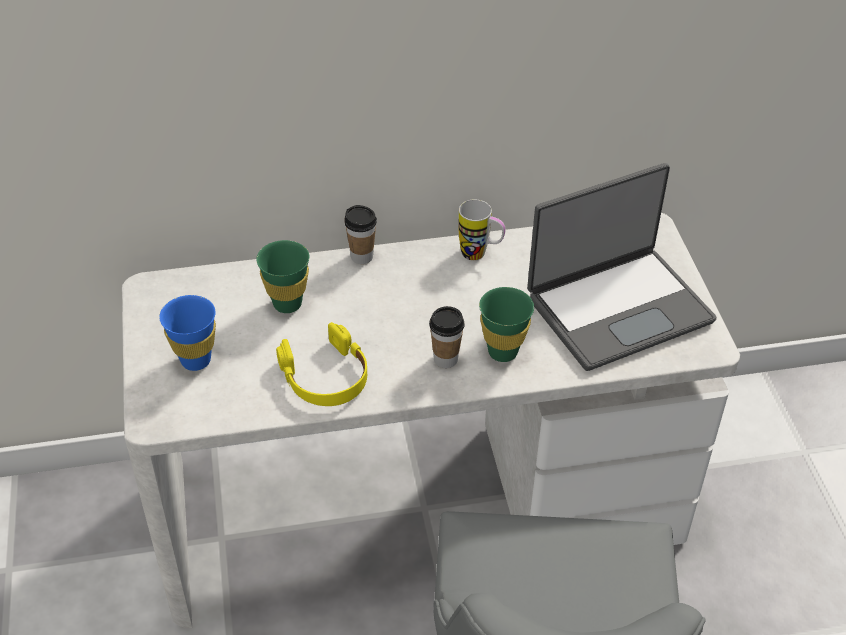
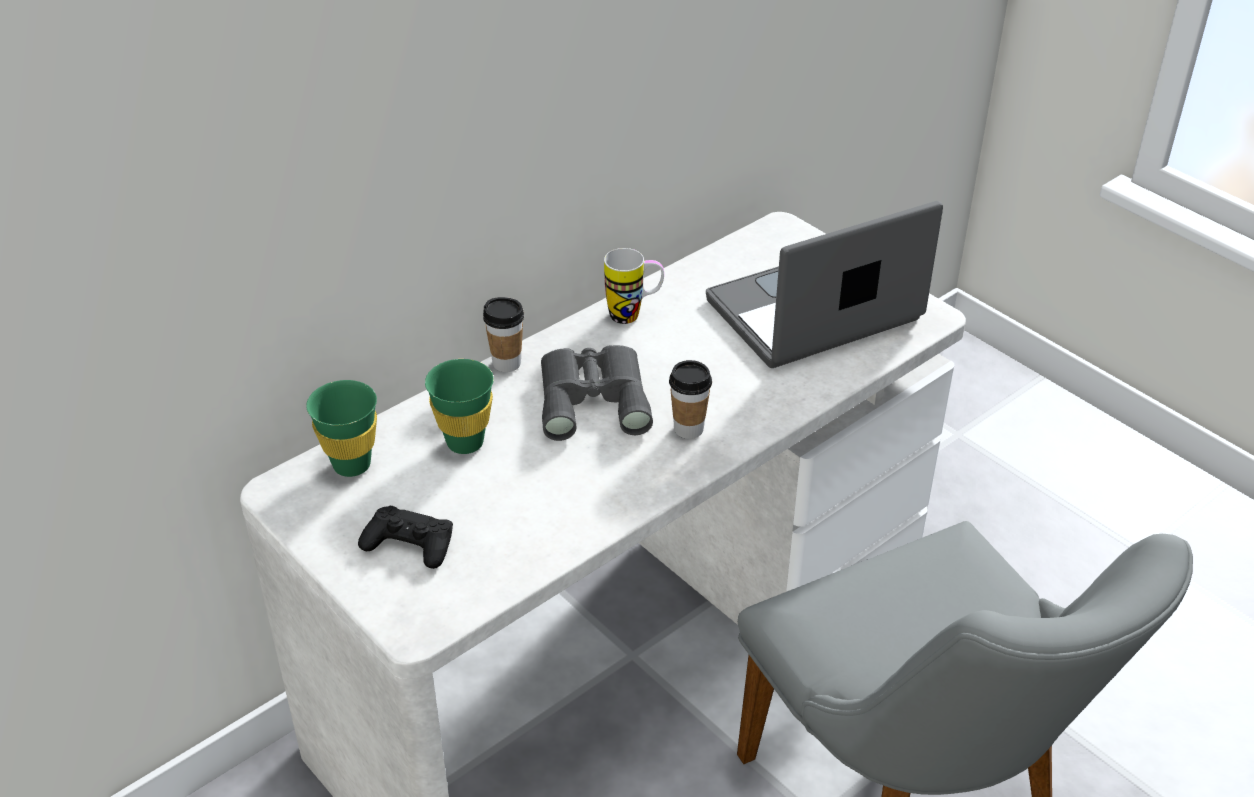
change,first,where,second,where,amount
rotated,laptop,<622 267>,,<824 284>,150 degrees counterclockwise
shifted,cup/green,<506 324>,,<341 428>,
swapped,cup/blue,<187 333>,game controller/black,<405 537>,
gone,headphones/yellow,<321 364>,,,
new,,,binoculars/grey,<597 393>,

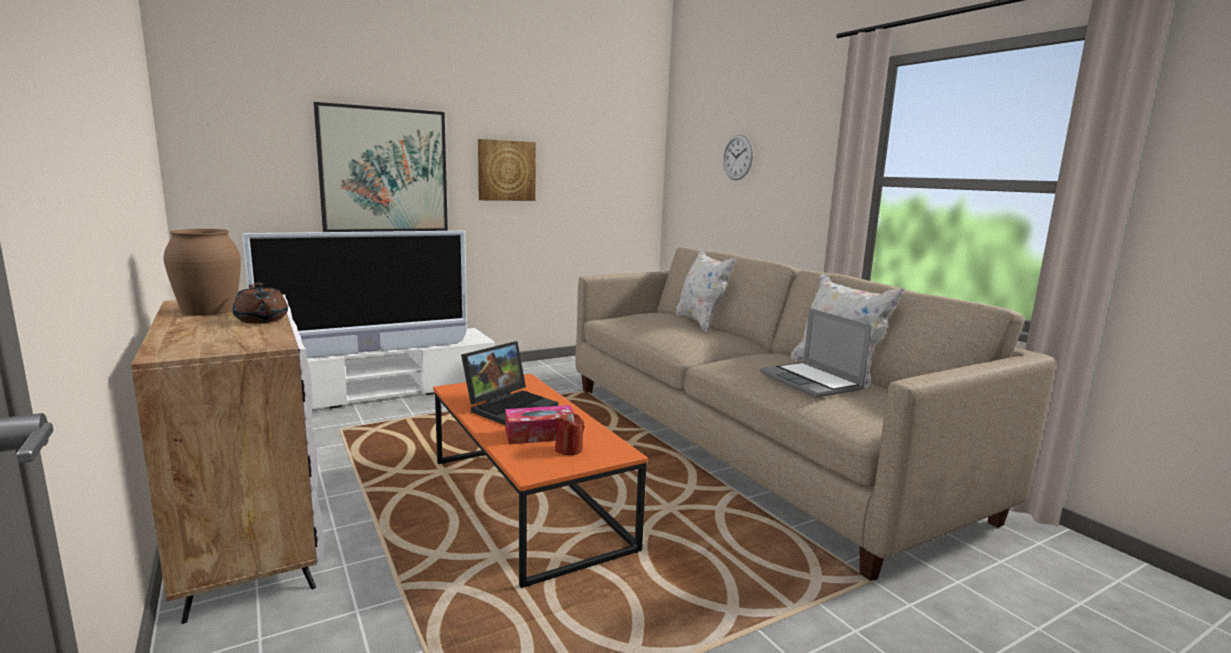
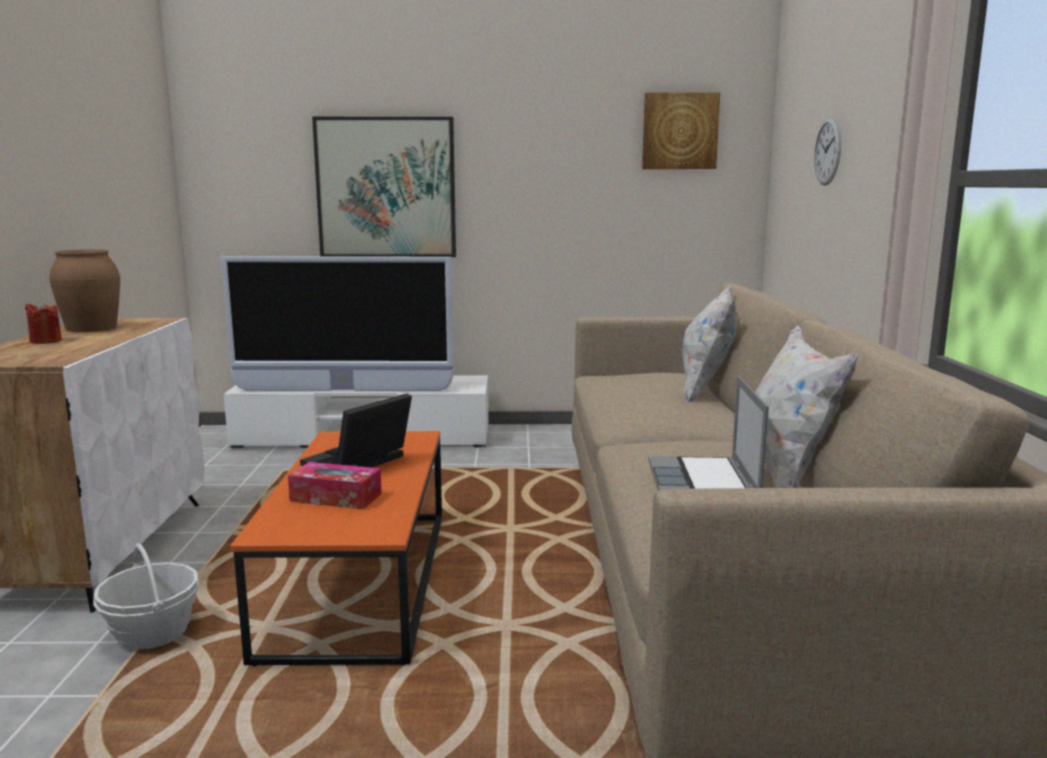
change,first,where,second,where,amount
shifted,picture,<507 170>,,<681 130>,
gone,teapot/brown,<260 303>,,,
rotated,laptop,<509 383>,,<356 431>,150 degrees clockwise
shifted,candle/red,<570 434>,,<43 322>,
new,,,basket,<146 597>,

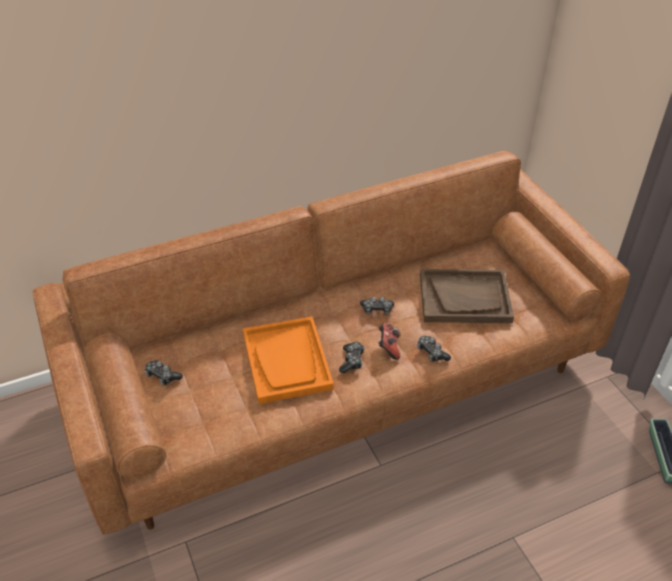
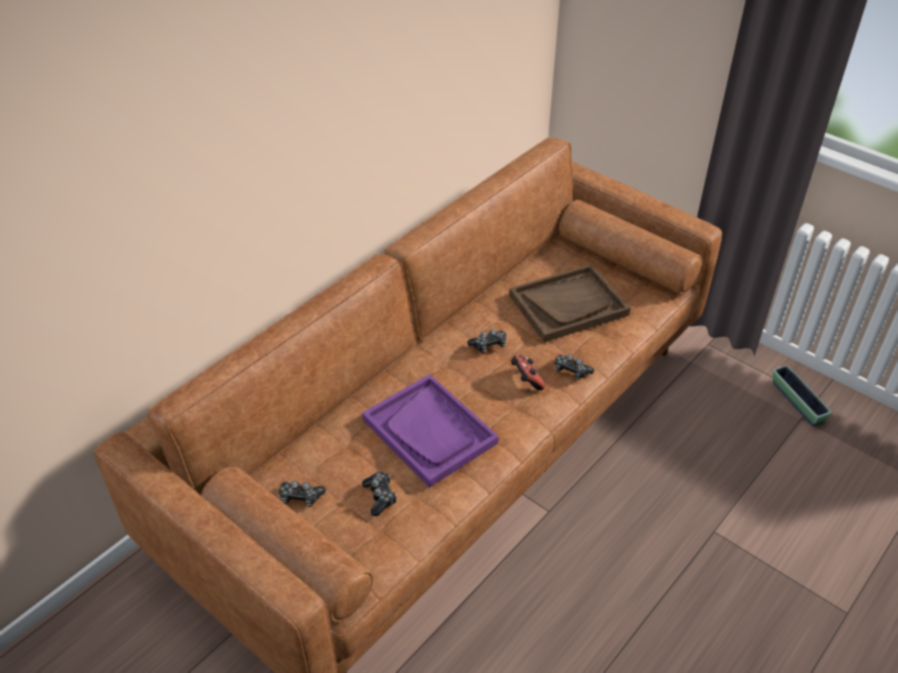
change,first,where,second,where,amount
repainted,tray/orange,<288 360>,tray/purple,<430 431>,
shifted,game controller,<352 357>,,<379 494>,

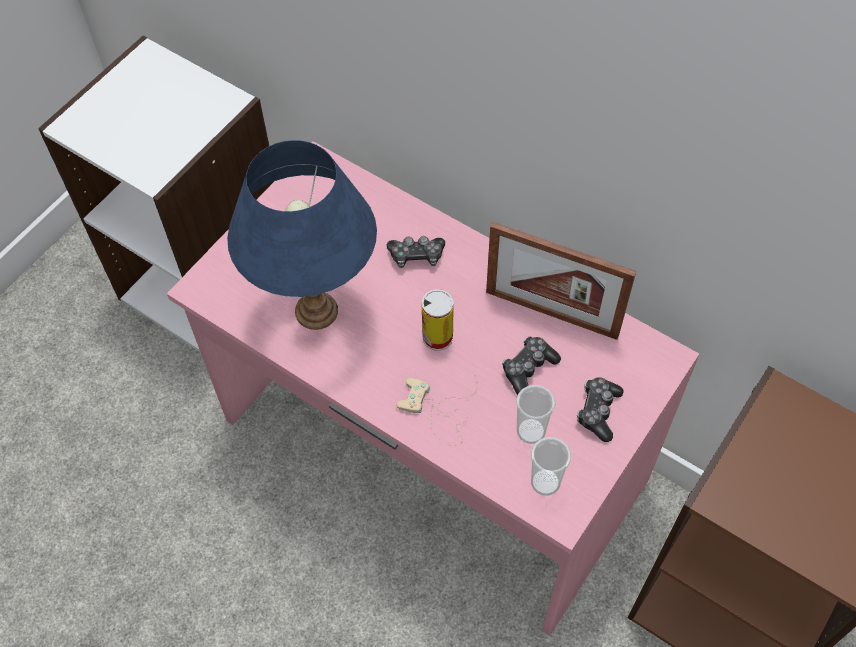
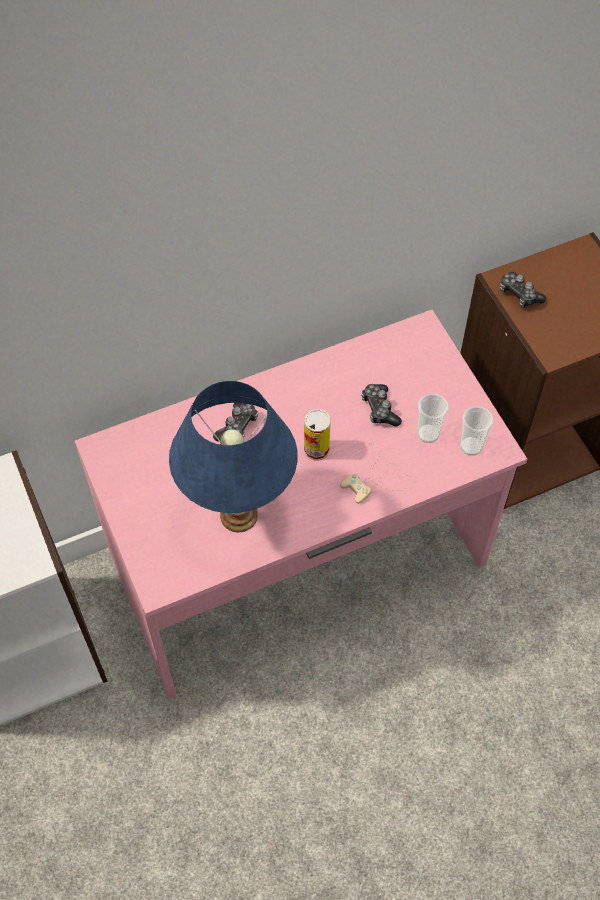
change,first,where,second,where,amount
gone,picture frame,<561 281>,,,
shifted,game controller,<600 409>,,<523 290>,

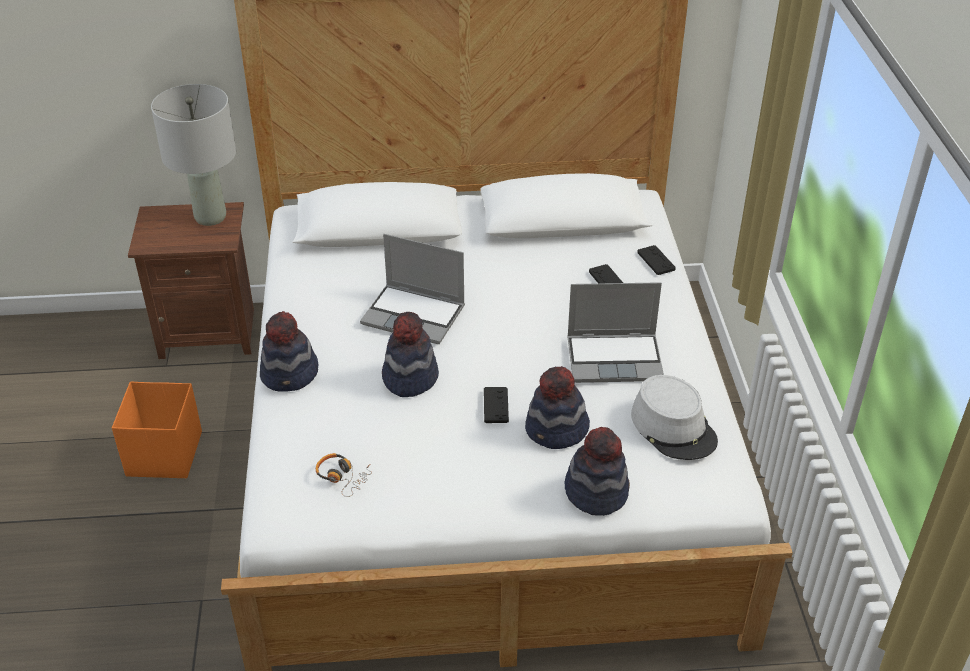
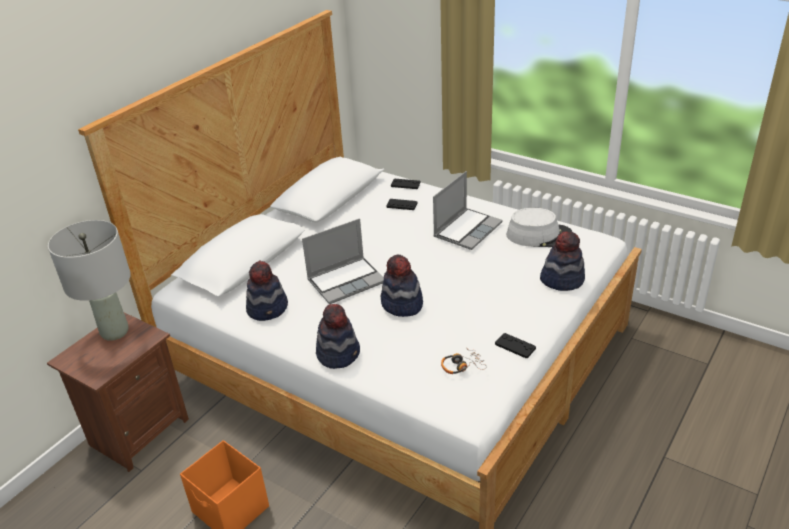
change,first,where,second,where,amount
shifted,hat,<557 407>,,<267 291>,
shifted,game controller/black,<496 405>,,<515 345>,

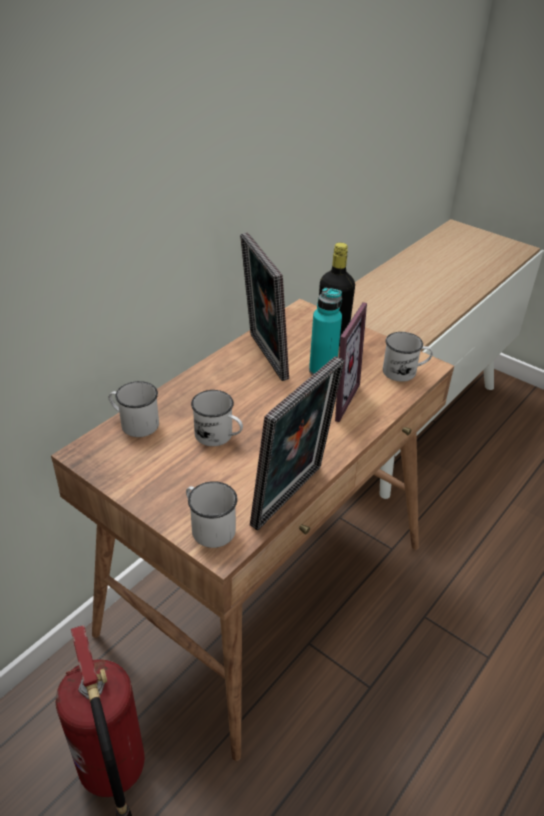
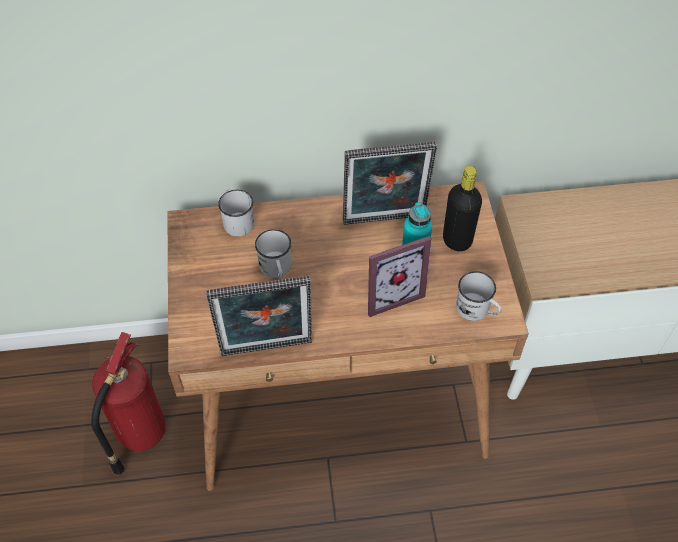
change,first,where,second,where,amount
rotated,picture frame,<264 306>,,<390 183>,120 degrees counterclockwise
gone,mug/white,<211 514>,,,

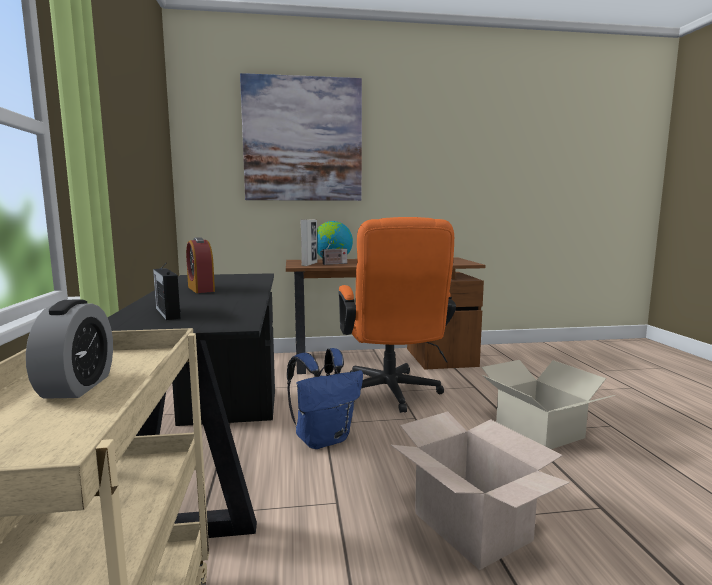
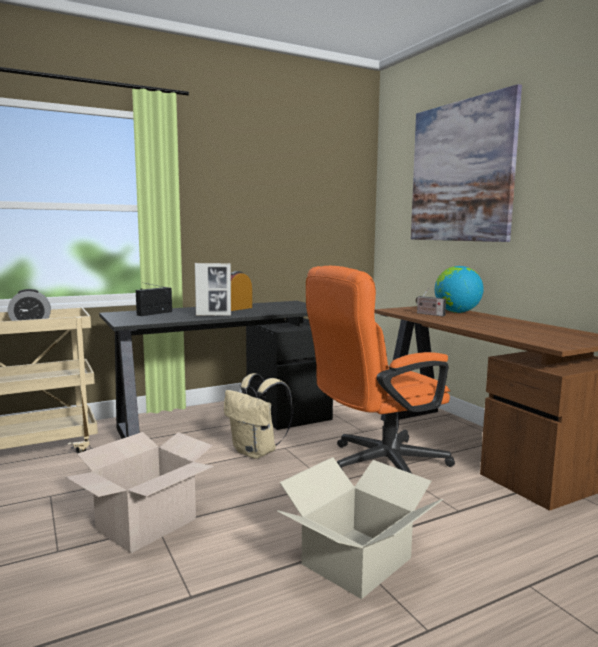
change,first,where,second,where,amount
shifted,picture frame,<308 242>,,<213 289>,
repainted,backpack/blue,<325 398>,backpack/beige,<258 416>,

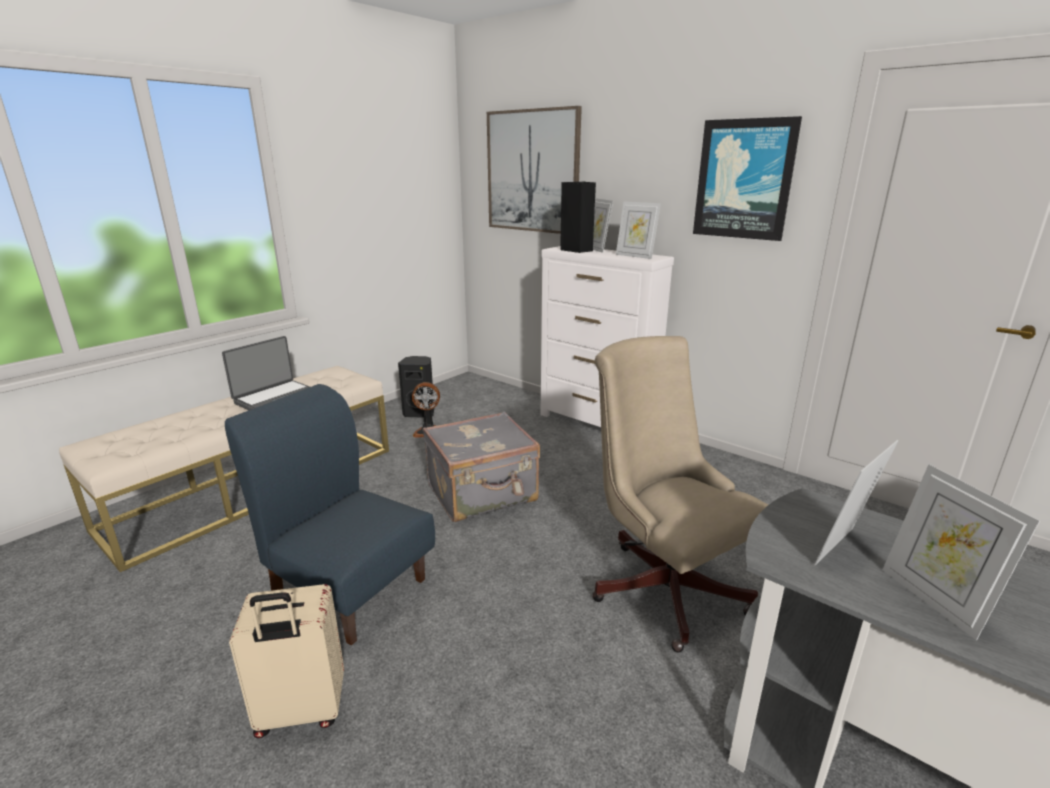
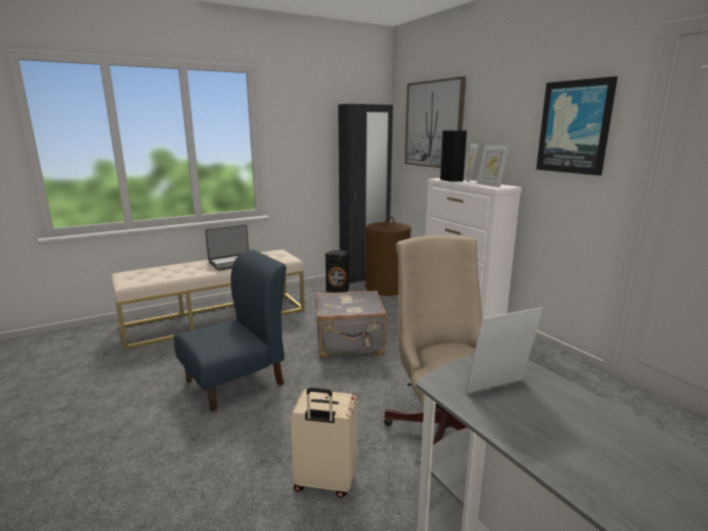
change,first,where,second,where,amount
rotated,chair/blue,<330 515>,,<230 331>,90 degrees clockwise
gone,picture frame,<961 552>,,,
shifted,suitcase/beige,<286 661>,,<323 442>,
new,,,wardrobe/black,<365 194>,
new,,,laundry basket/brown,<388 256>,

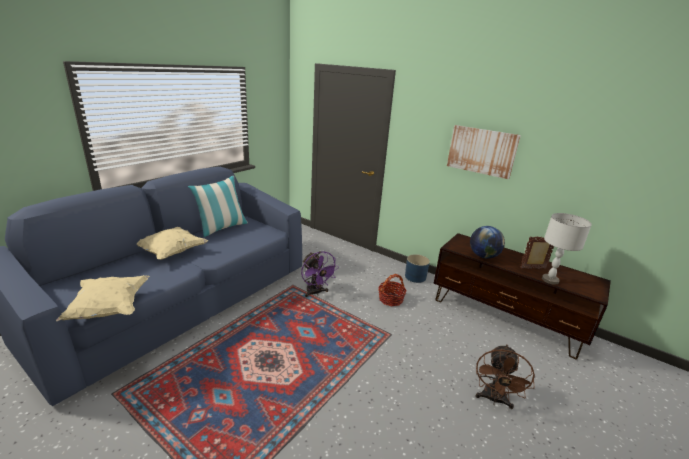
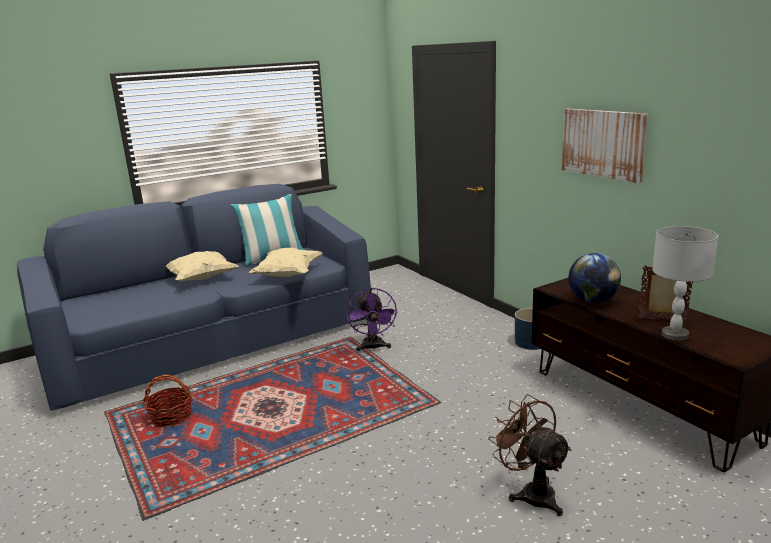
change,first,where,second,where,amount
shifted,basket,<392 290>,,<167 401>,
shifted,pillow/beige,<102 298>,,<285 262>,
rotated,fan/brown,<505 376>,,<530 455>,105 degrees clockwise

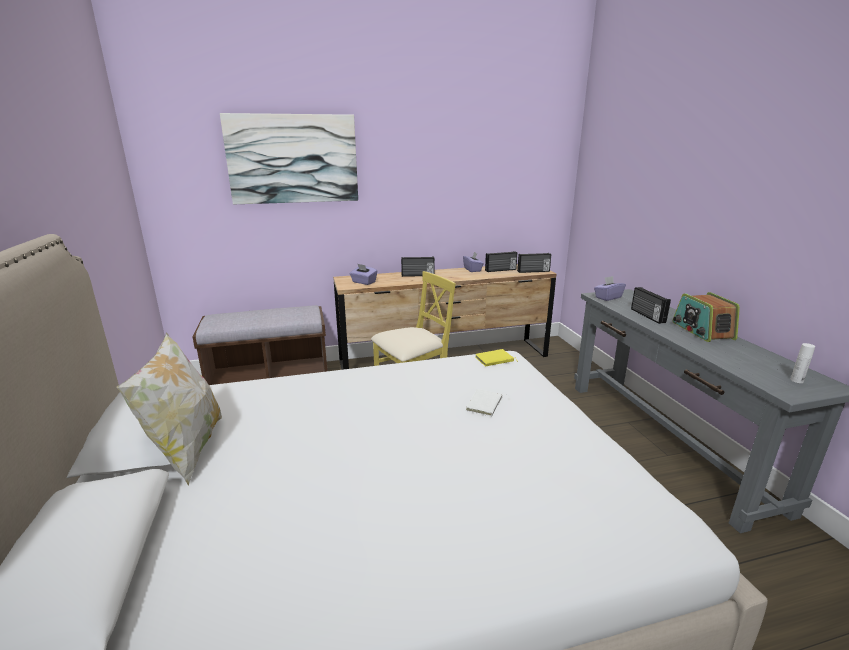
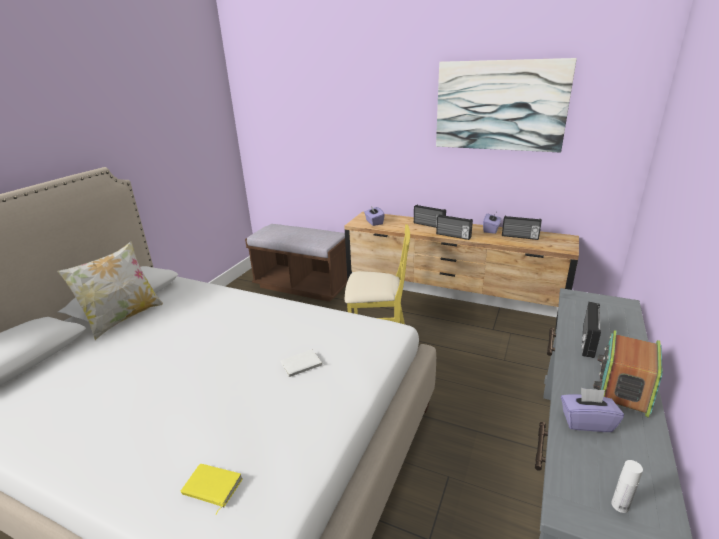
change,first,where,second,where,amount
shifted,picture,<289 159>,,<506 105>,
shifted,radio,<534 263>,,<454 227>,
shifted,tissue box/purple,<610 288>,,<592 410>,
shifted,book/yellow,<496 358>,,<212 489>,

